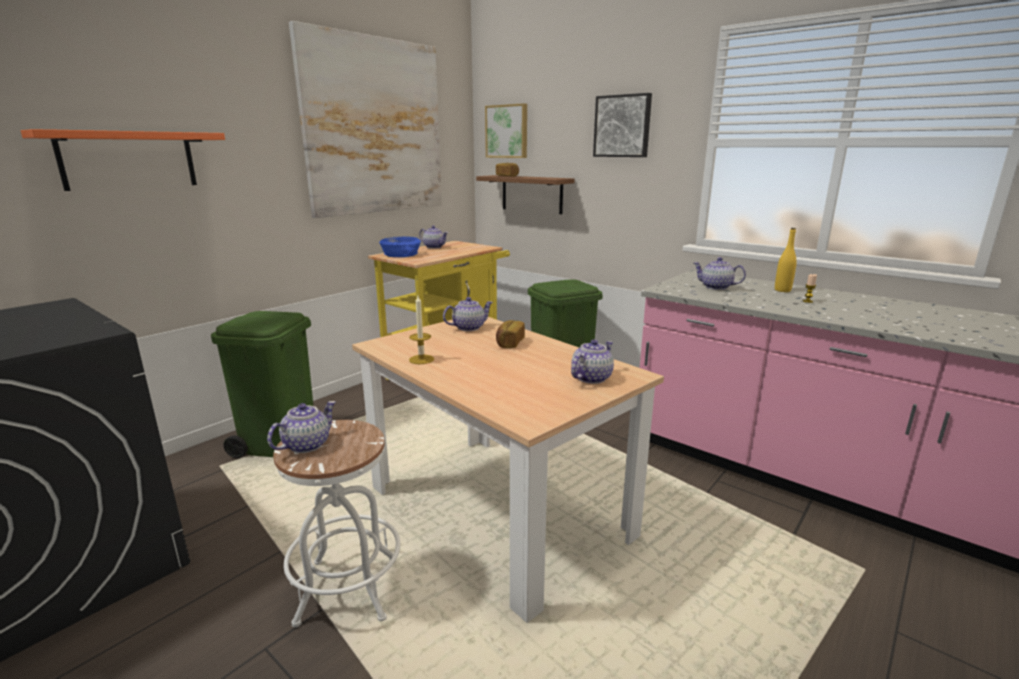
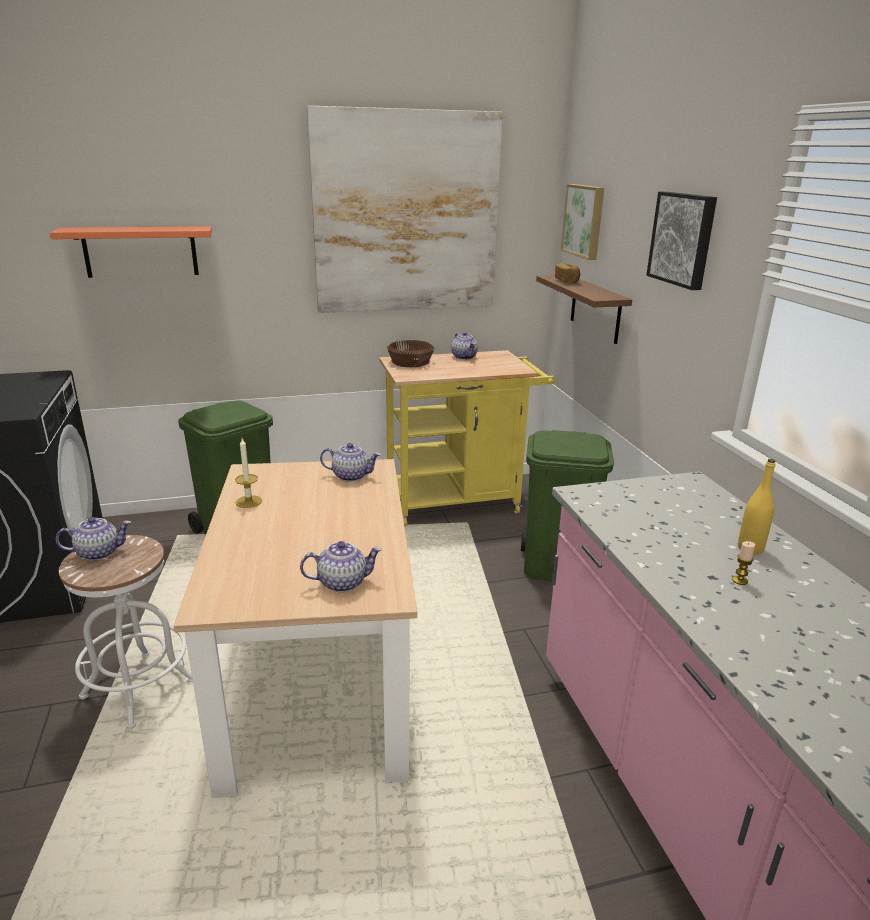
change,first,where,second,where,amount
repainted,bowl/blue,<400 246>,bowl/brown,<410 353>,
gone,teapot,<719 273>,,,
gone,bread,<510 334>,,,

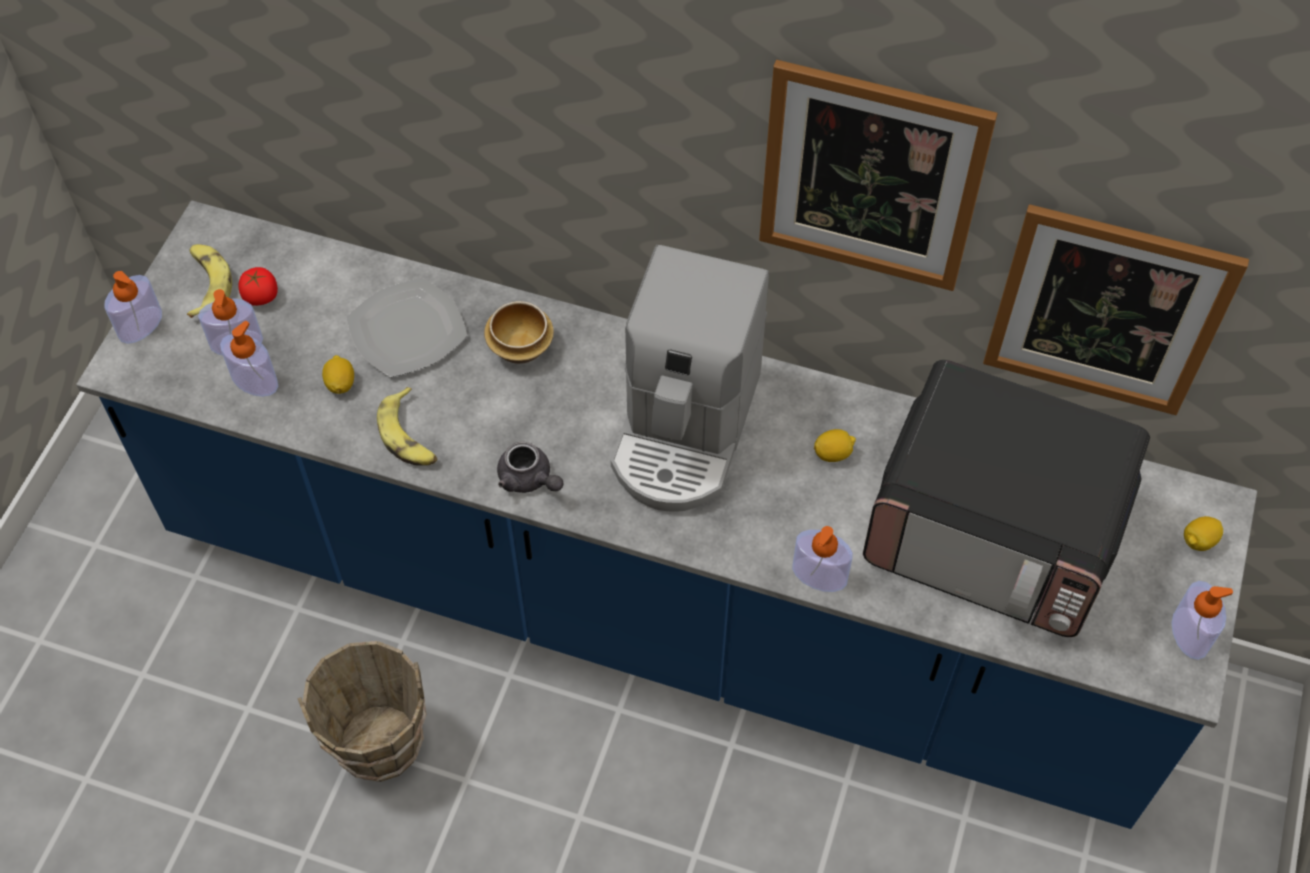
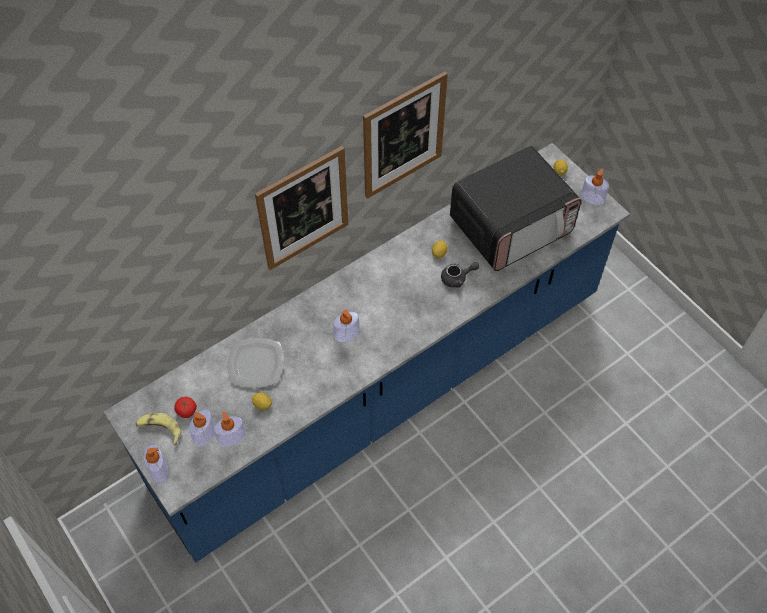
change,first,where,second,where,amount
shifted,picture,<1116 309>,,<301 208>,
gone,coffee machine,<690 378>,,,
gone,bowl,<519 332>,,,
gone,banana,<407 426>,,,
shifted,teapot/grey,<530 467>,,<460 274>,
shifted,soap dispenser,<822 559>,,<346 325>,
gone,bucket/brown,<362 711>,,,

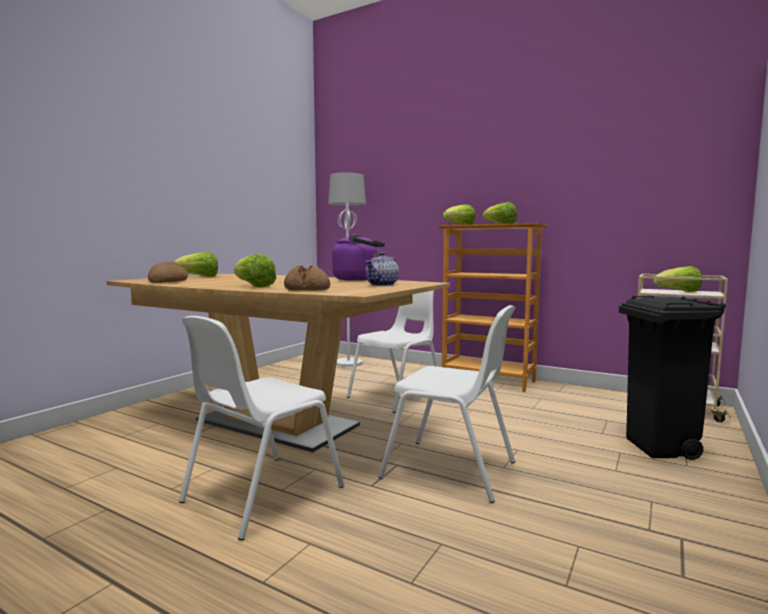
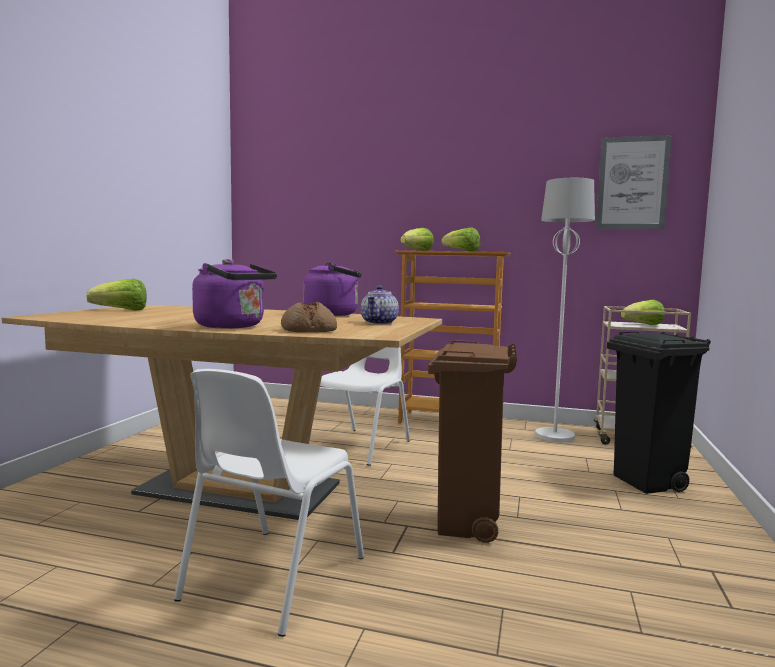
change,first,where,second,where,amount
shifted,floor lamp/white,<347 270>,,<565 310>,
swapped,lettuce,<255 270>,kettle/purple,<234 293>,
gone,bread,<168 272>,,,
swapped,chair/white,<446 404>,trash can/brown,<472 441>,
new,,,picture,<634 182>,

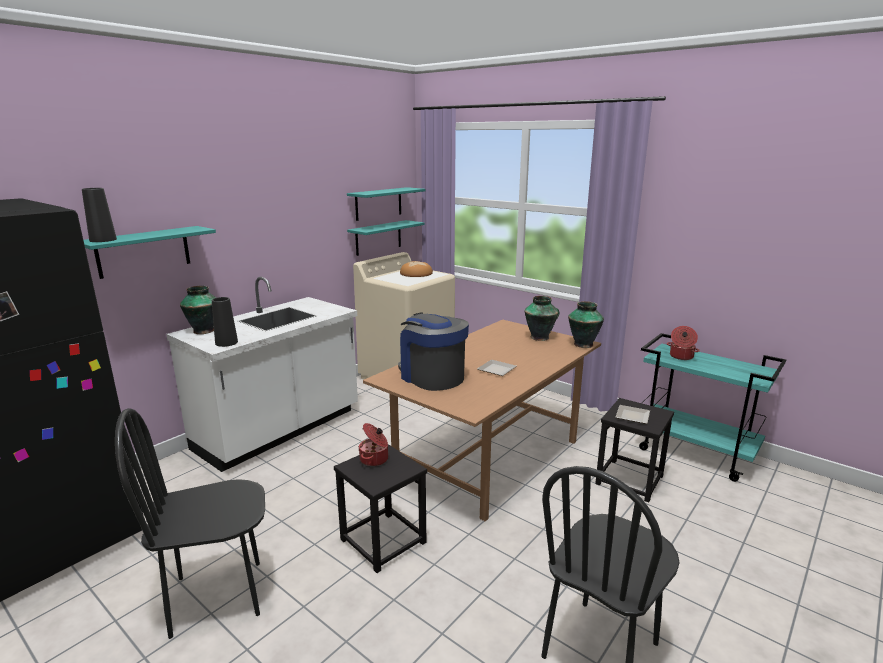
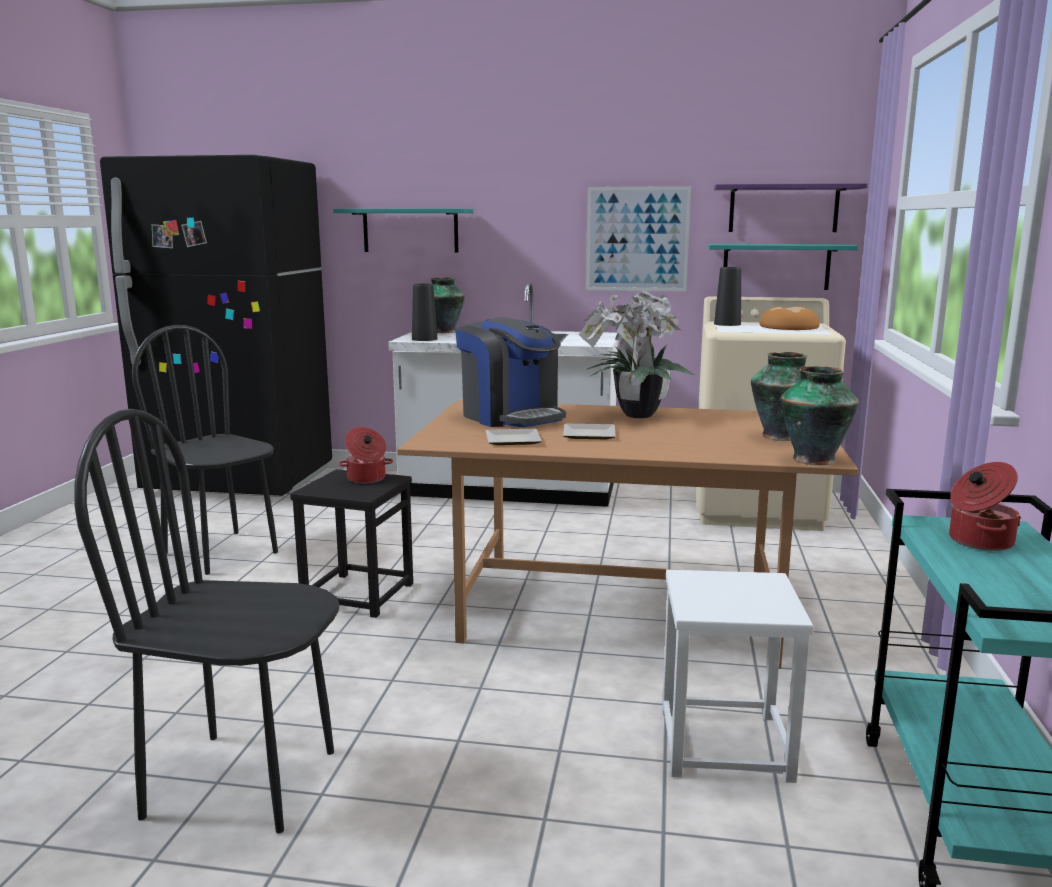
change,first,where,second,where,amount
repainted,shelf/turquoise,<386 204>,shelf/purple,<791 207>,
shifted,vase/black,<99 215>,,<727 296>,
rotated,coffee machine,<433 351>,,<510 372>,120 degrees clockwise
repainted,stool/black,<634 450>,stool/white,<738 676>,
shifted,plate,<633 414>,,<514 437>,
new,,,picture,<638 238>,
new,,,potted plant,<636 354>,

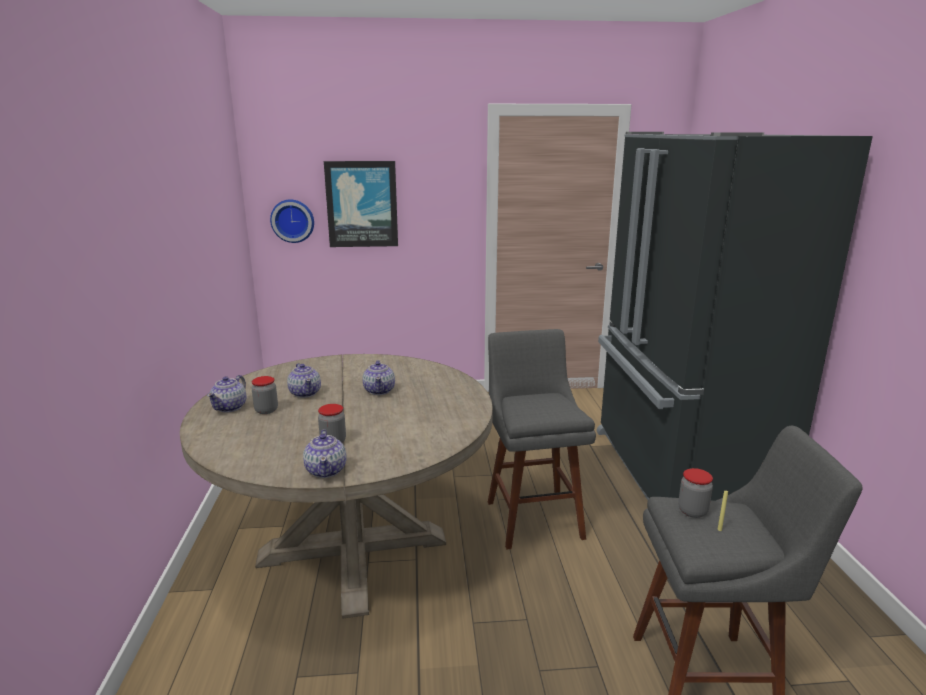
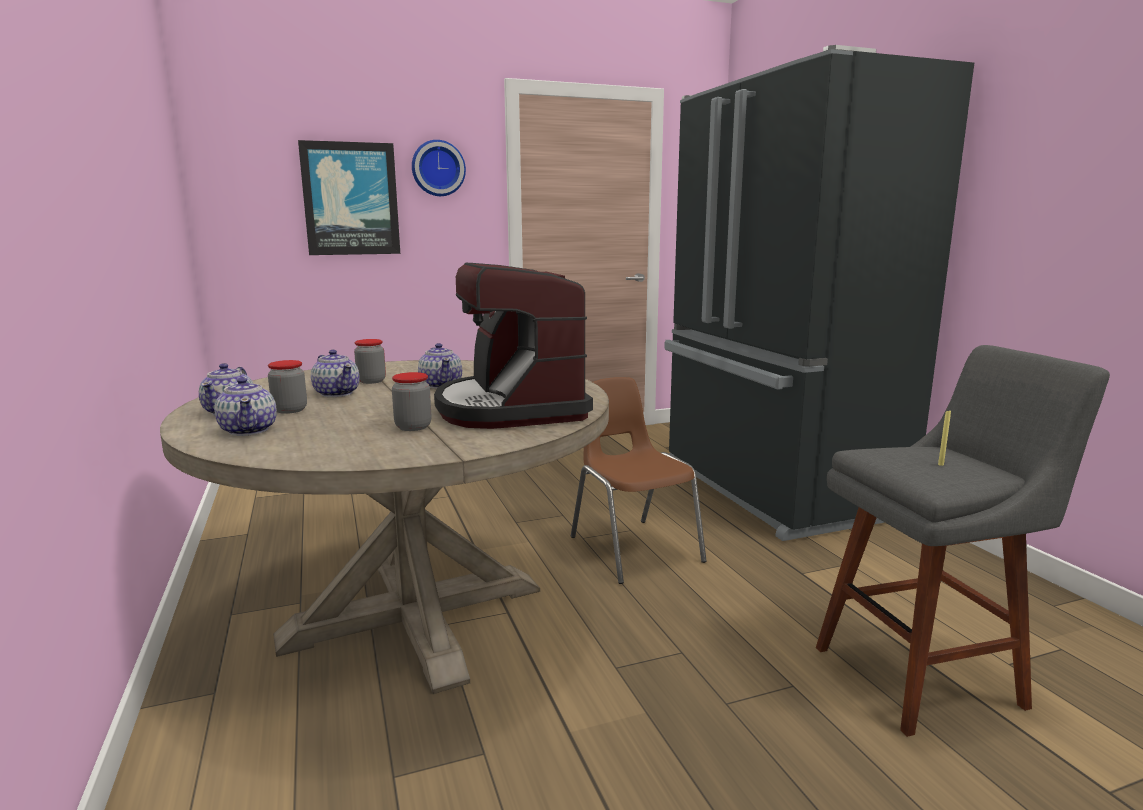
change,first,where,second,where,amount
shifted,wall clock,<292 221>,,<439 168>,
swapped,stool/grey,<542 439>,chair/brown,<639 480>,
shifted,teapot,<325 453>,,<245 406>,
shifted,jar,<695 493>,,<370 361>,
new,,,coffee machine,<513 346>,

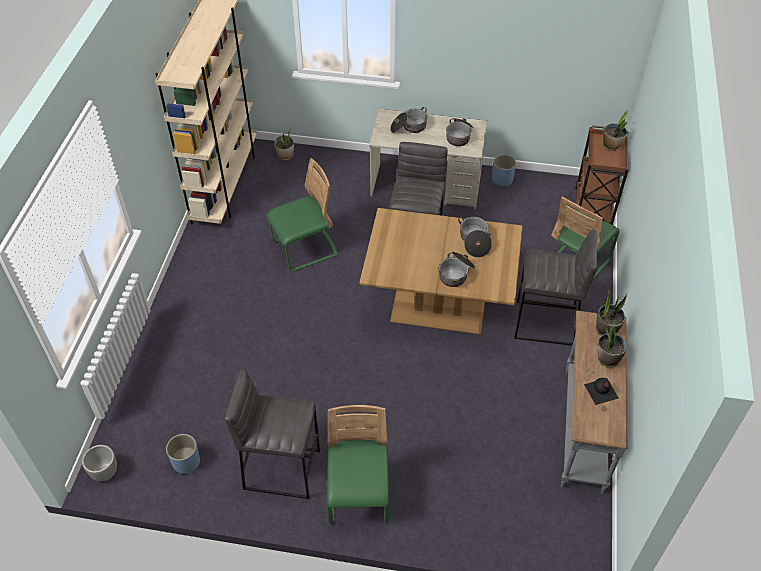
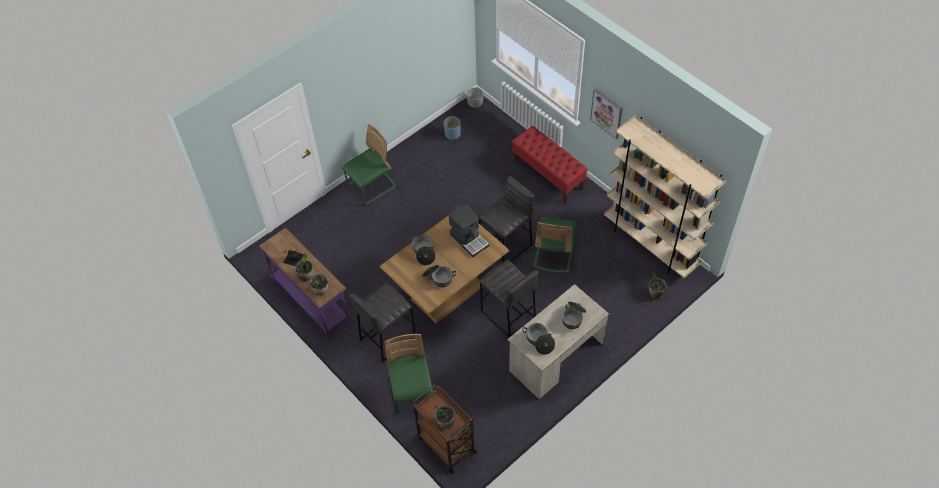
change,first,where,second,where,amount
gone,planter/blue,<504 170>,,,
repainted,console table/grey,<594 402>,console table/purple,<304 283>,
shifted,stool/grey,<272 434>,,<507 219>,
rotated,chair/green,<358 464>,,<369 164>,75 degrees counterclockwise
new,,,picture,<606 113>,
new,,,bench/red,<549 165>,
new,,,coffee machine,<469 230>,

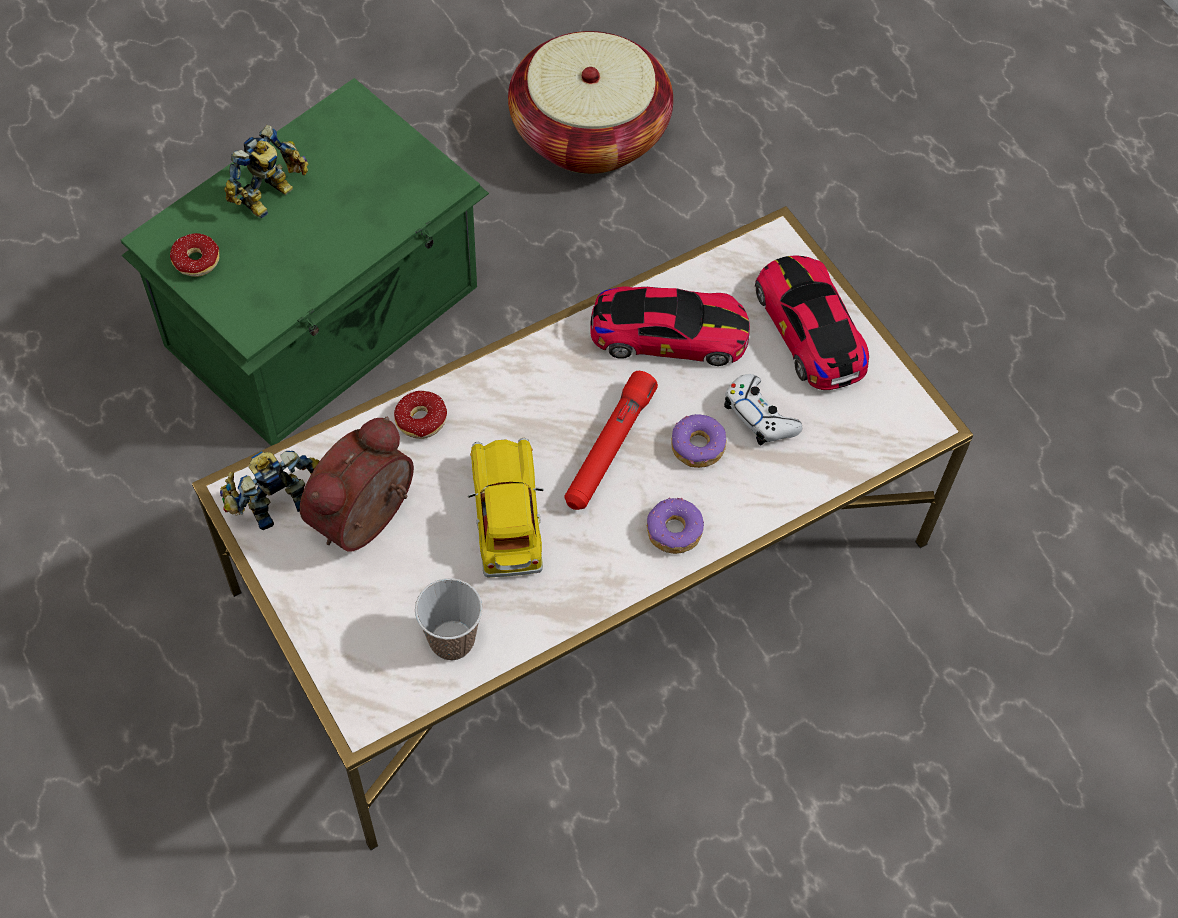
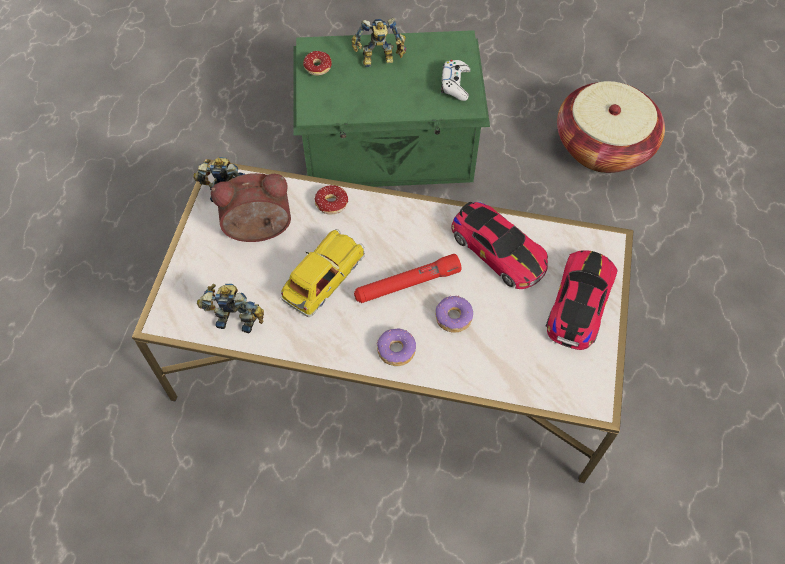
change,first,where,second,where,amount
shifted,game controller/white,<763 409>,,<456 80>,
swapped,cup,<449 619>,toy robot,<230 308>,

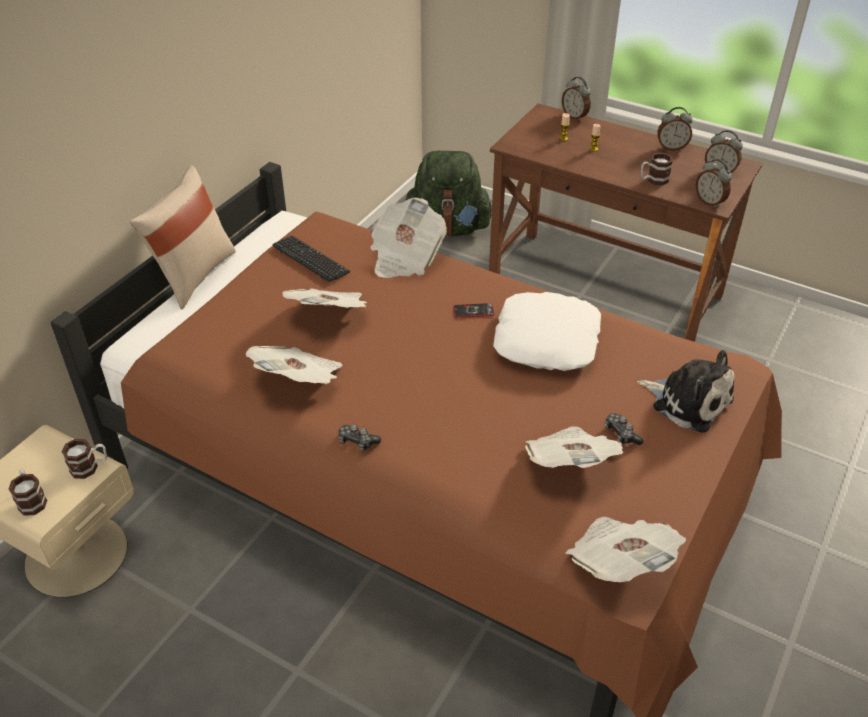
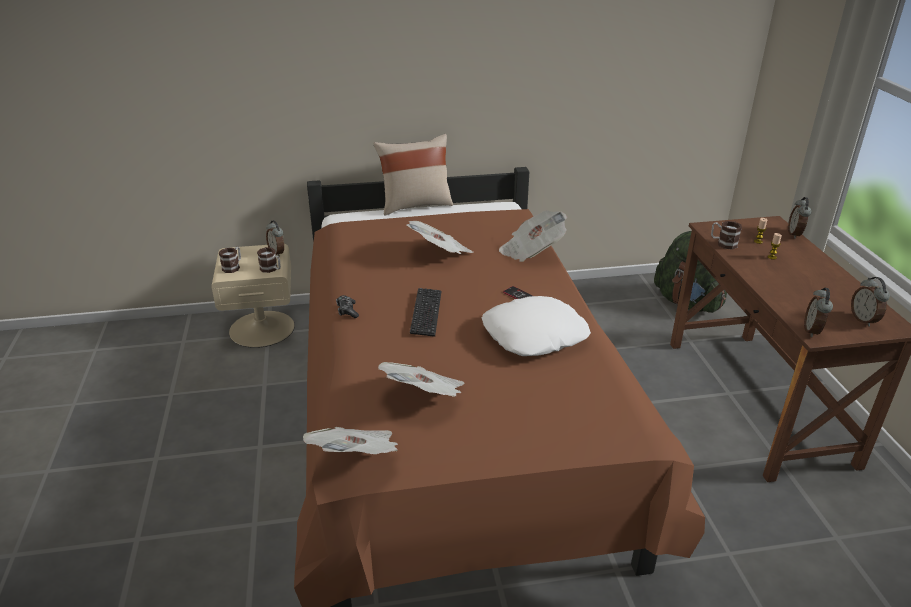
change,first,where,second,where,amount
shifted,alarm clock,<675 129>,,<275 238>,
shifted,mug,<656 169>,,<726 235>,
shifted,keyboard,<311 259>,,<426 312>,
gone,newspaper,<294 365>,,,
gone,plush toy,<686 391>,,,
gone,game controller,<624 429>,,,

